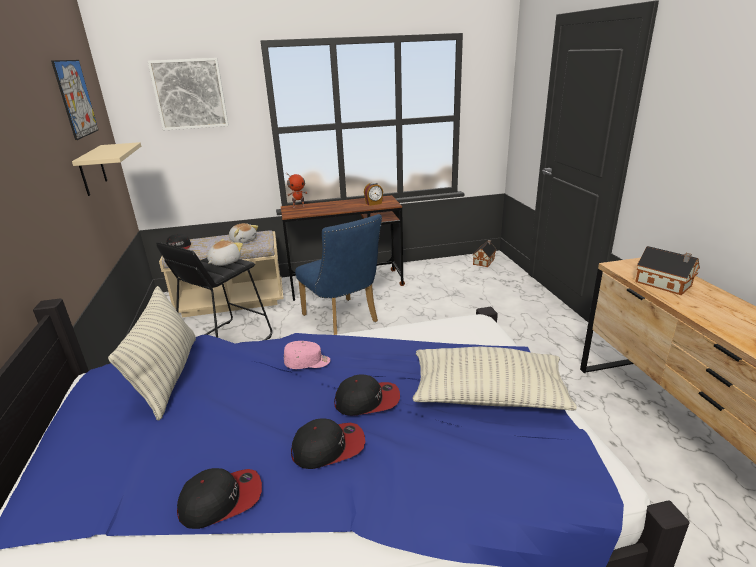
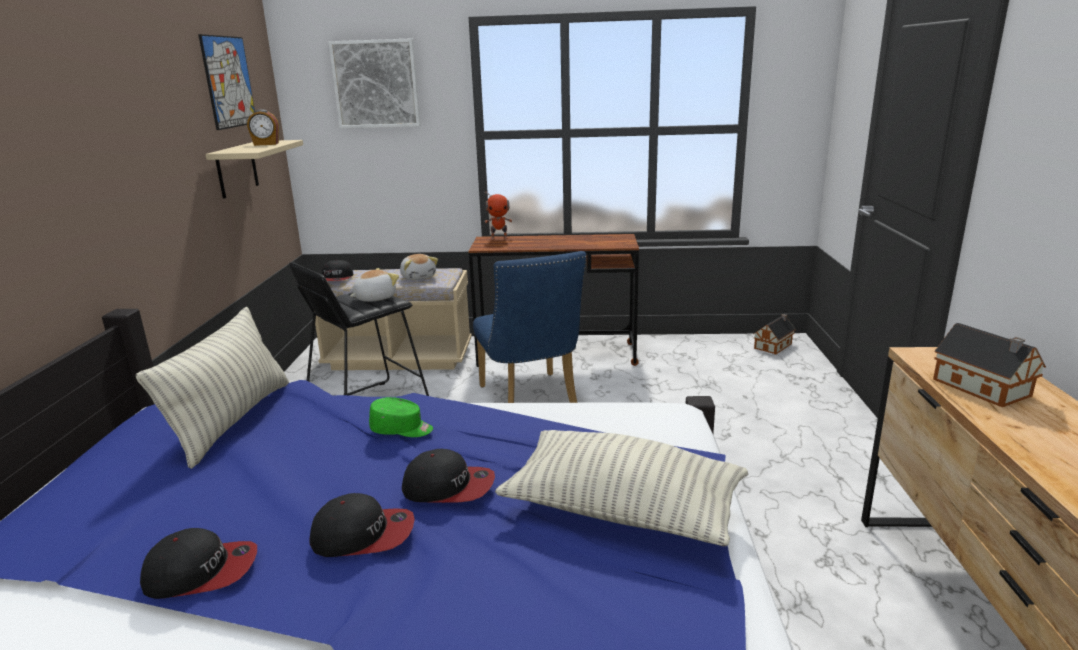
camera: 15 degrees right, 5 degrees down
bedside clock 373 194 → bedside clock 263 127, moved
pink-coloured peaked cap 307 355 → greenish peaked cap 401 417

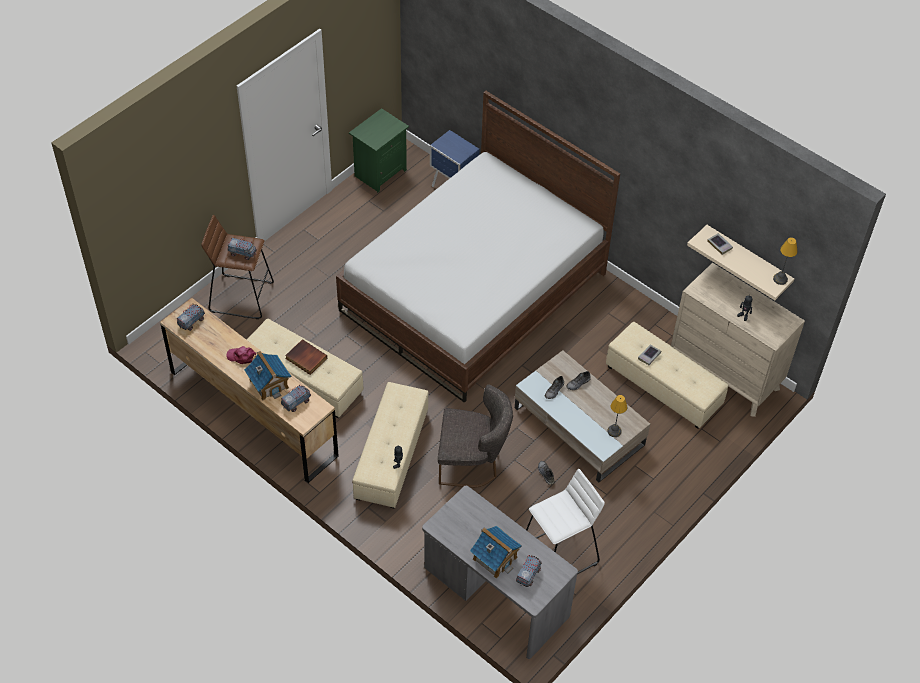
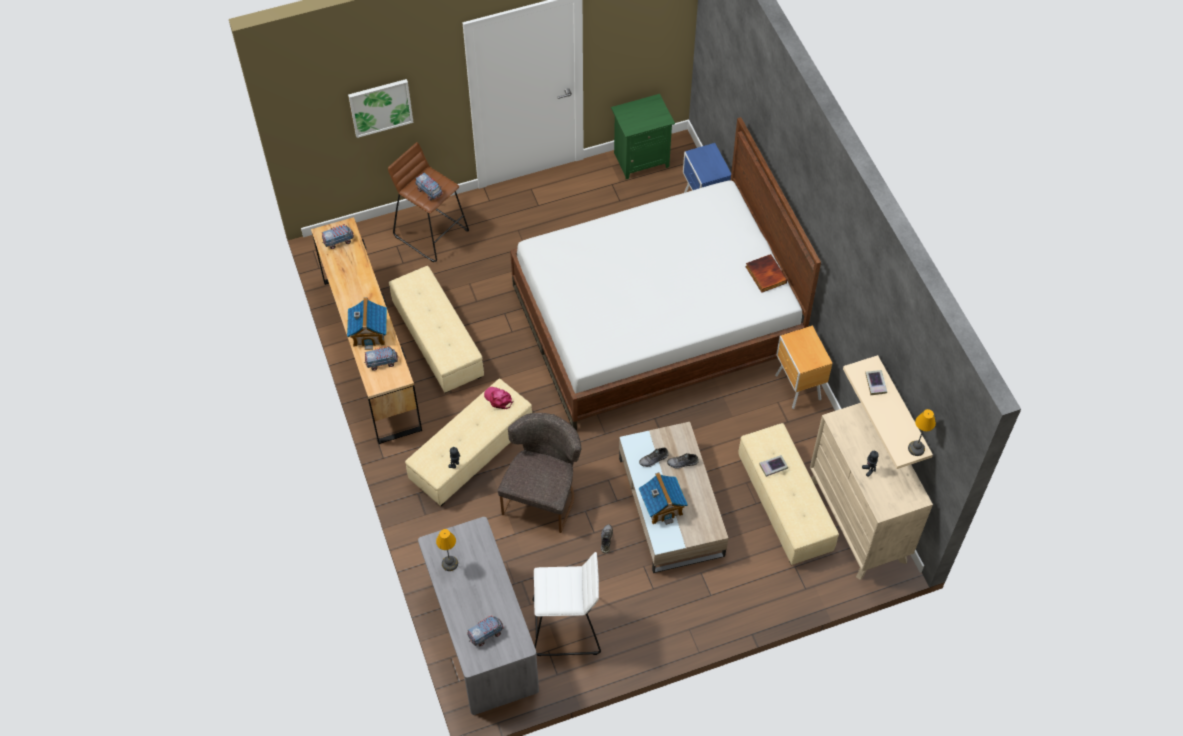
camera: 30 degrees right, 5 degrees up
book 306 357 → book 766 273, moved
pink-coloured peaked cap 241 355 → pink-coloured peaked cap 499 398, moved
gray plain chair 475 436 → gray plain chair 539 473, 105 degrees counterclockwise
lamp for a table 617 416 → lamp for a table 447 550, moved
toy house 496 552 → toy house 663 498, moved
- → wall art 381 108
- → brown-coloured night table 804 367

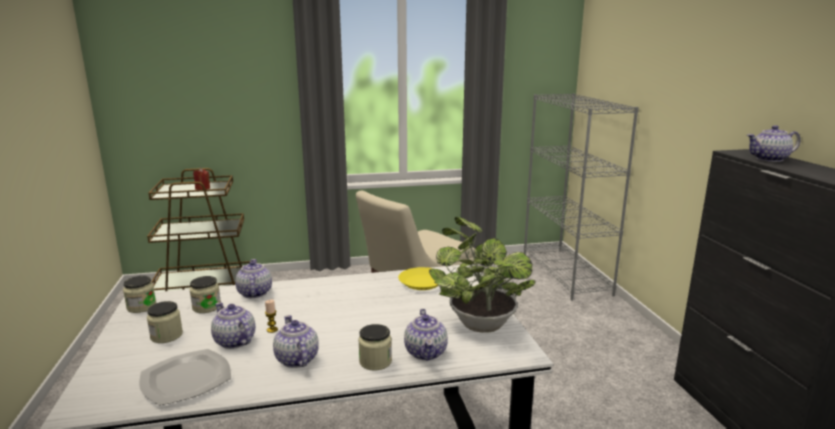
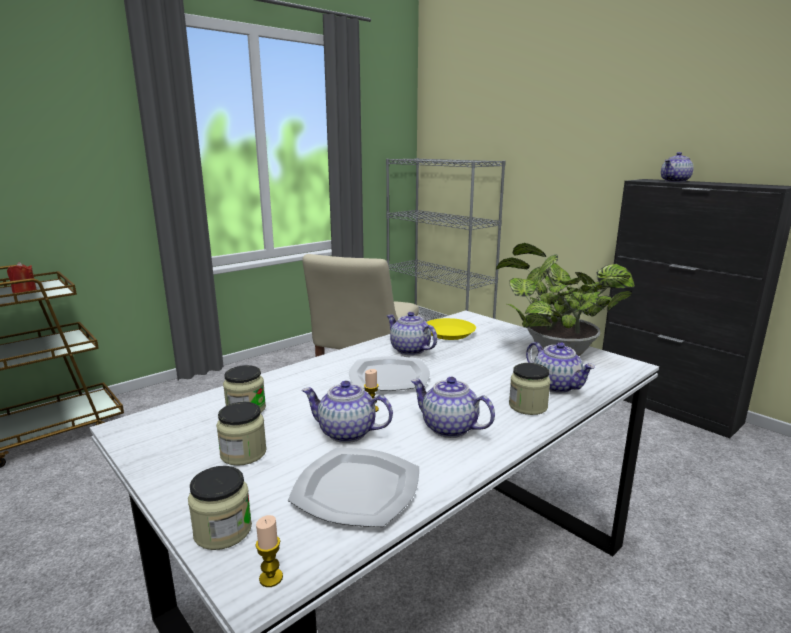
camera: 30 degrees left, 0 degrees up
teapot 253 278 → teapot 411 333, moved
preserve jar 139 294 → preserve jar 220 508, moved
- → flat dish 389 373
- → candle 269 551

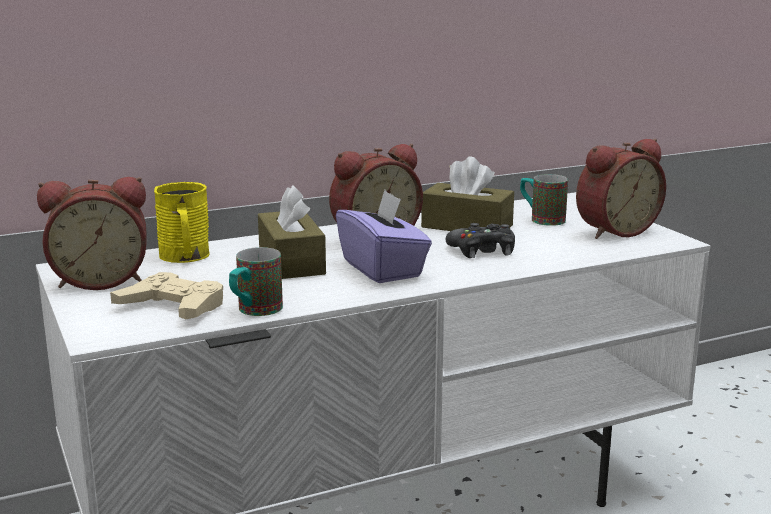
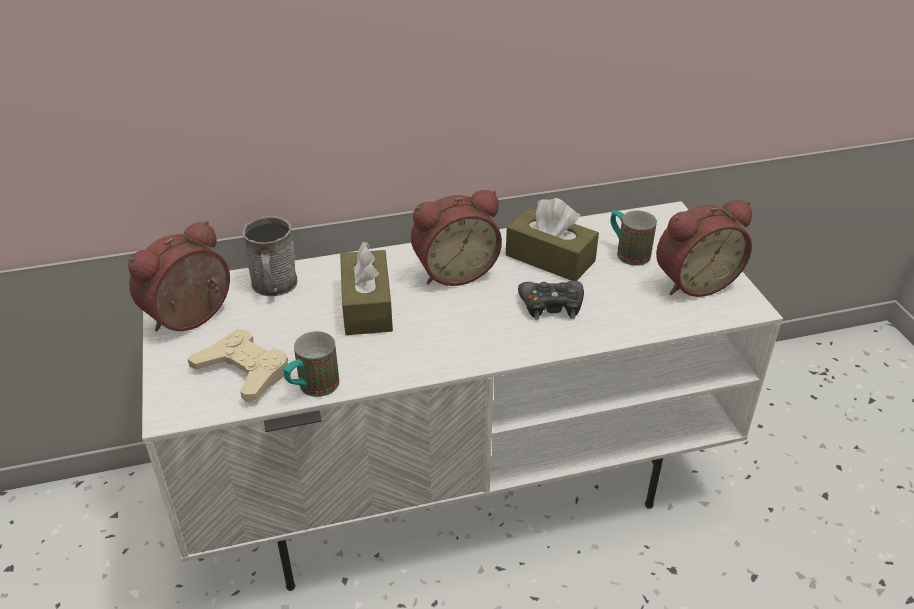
camera: 10 degrees right, 20 degrees up
bedside clock 91 233 → bedside clock 179 275, 135 degrees clockwise
yellow tea mug 182 222 → gray tea mug 269 256
purplish tissue box 384 236 → -

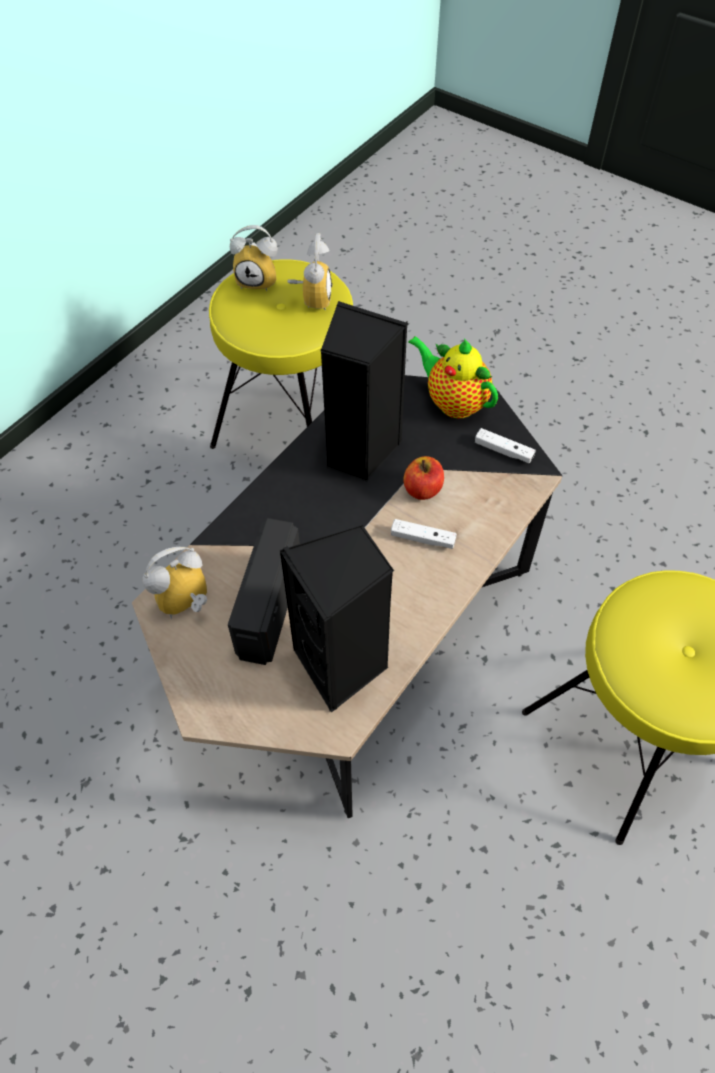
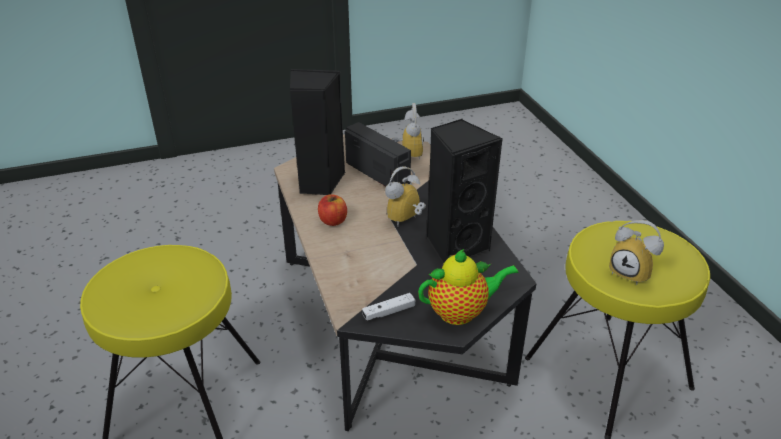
camera: 125 degrees right, 20 degrees down
bedside clock 254 258 → bedside clock 405 196, moved
apple fruit 423 478 → apple fruit 332 210, moved
white-coloured game controller 424 534 → -

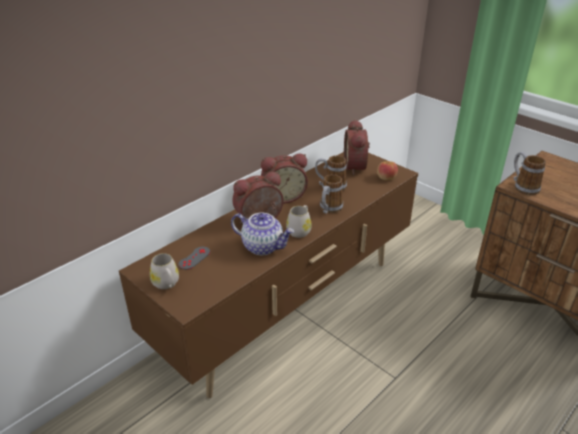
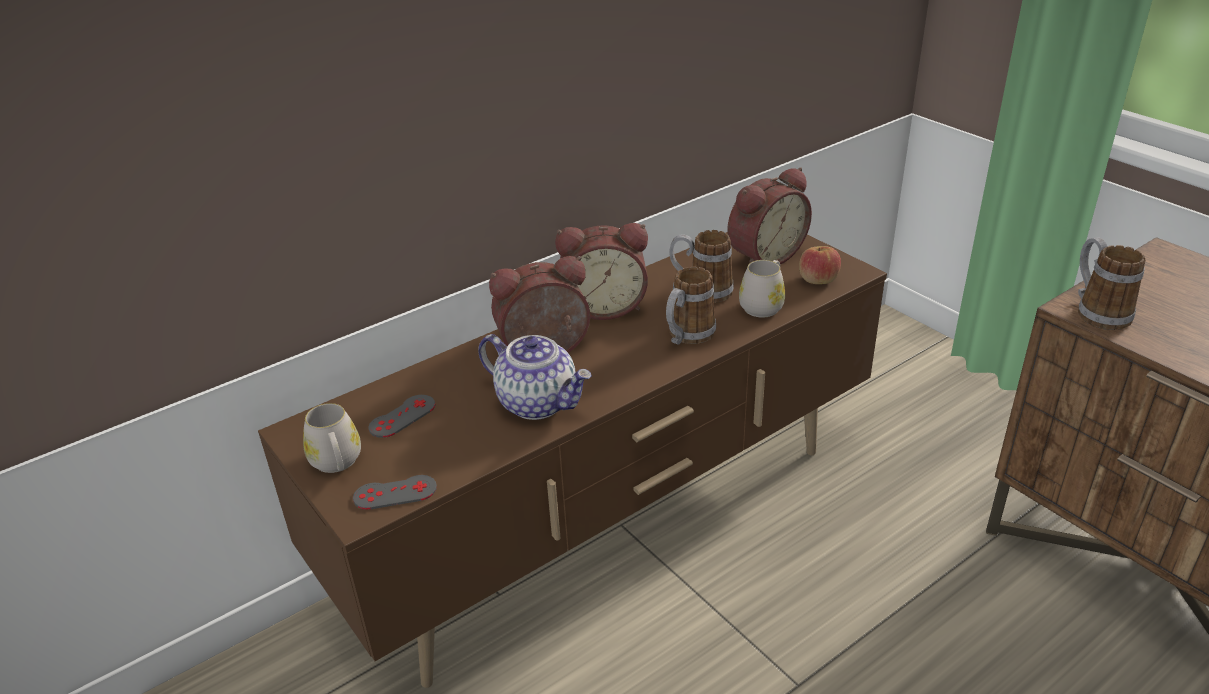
camera: 10 degrees right, 0 degrees up
bedside clock 357 147 → bedside clock 769 216, 135 degrees counterclockwise
white-coloured tea mug 299 221 → white-coloured tea mug 762 288, moved
- → gray game controller 395 492

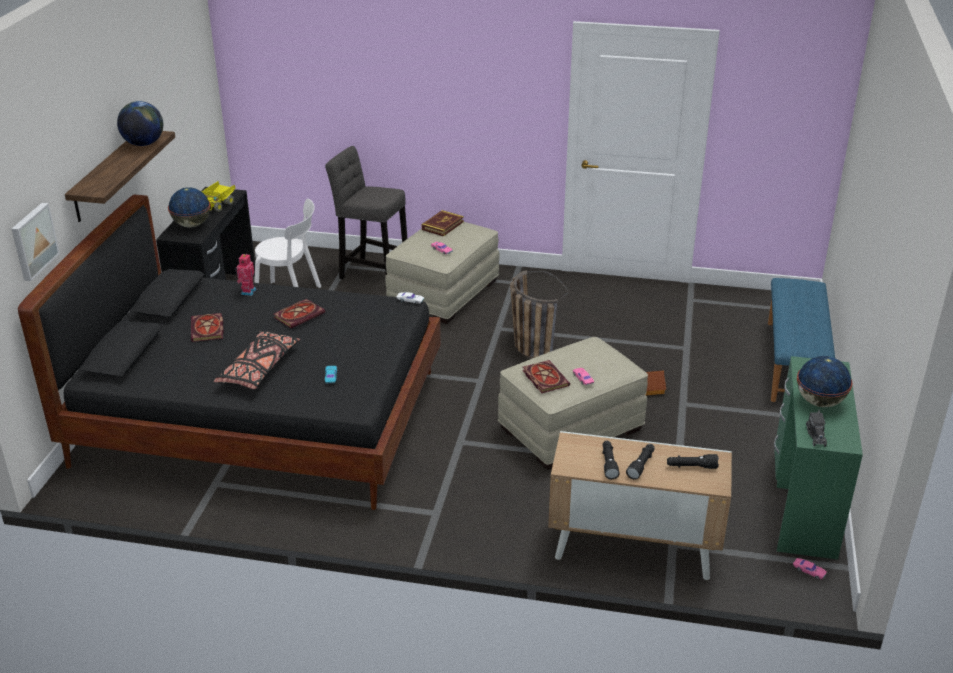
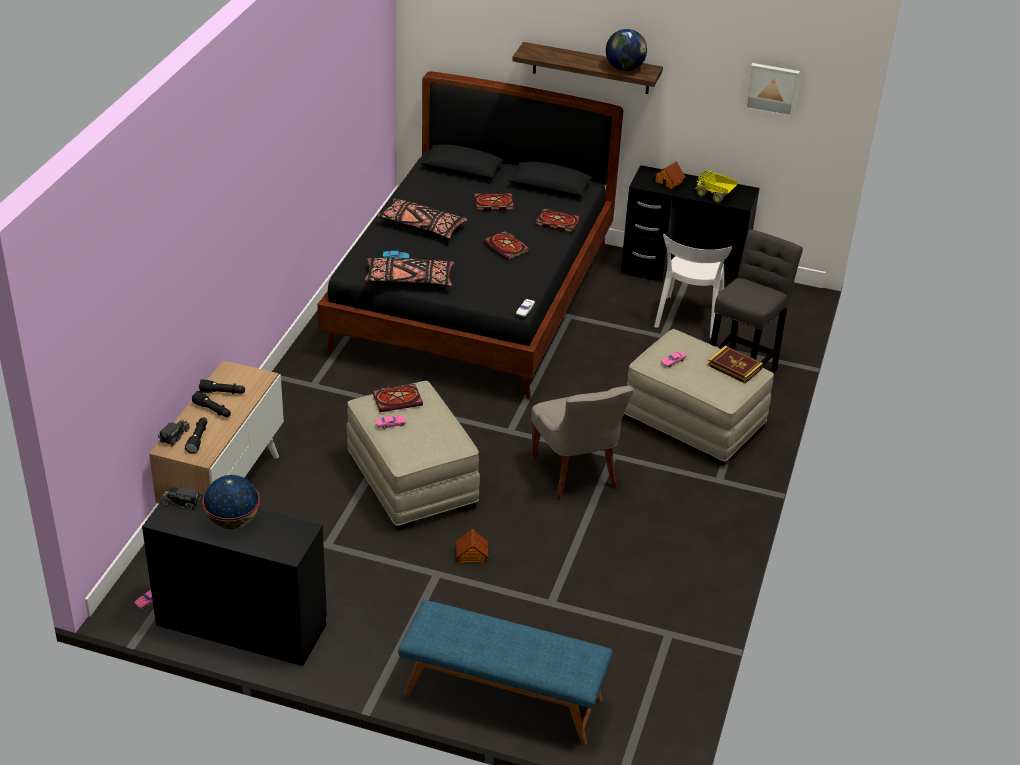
camera: 95 degrees right, 5 degrees up
desk globe 189 207 → toy house 669 175
wall art 36 242 → wall art 772 90, moved
model robot 246 275 → book 557 220
storage basket 539 314 → gray plain chair 582 443
greenish desk table 818 458 → black-coloured desk table 234 576
- → black-coloured throw pillow 409 271
- → toy lorry 174 433

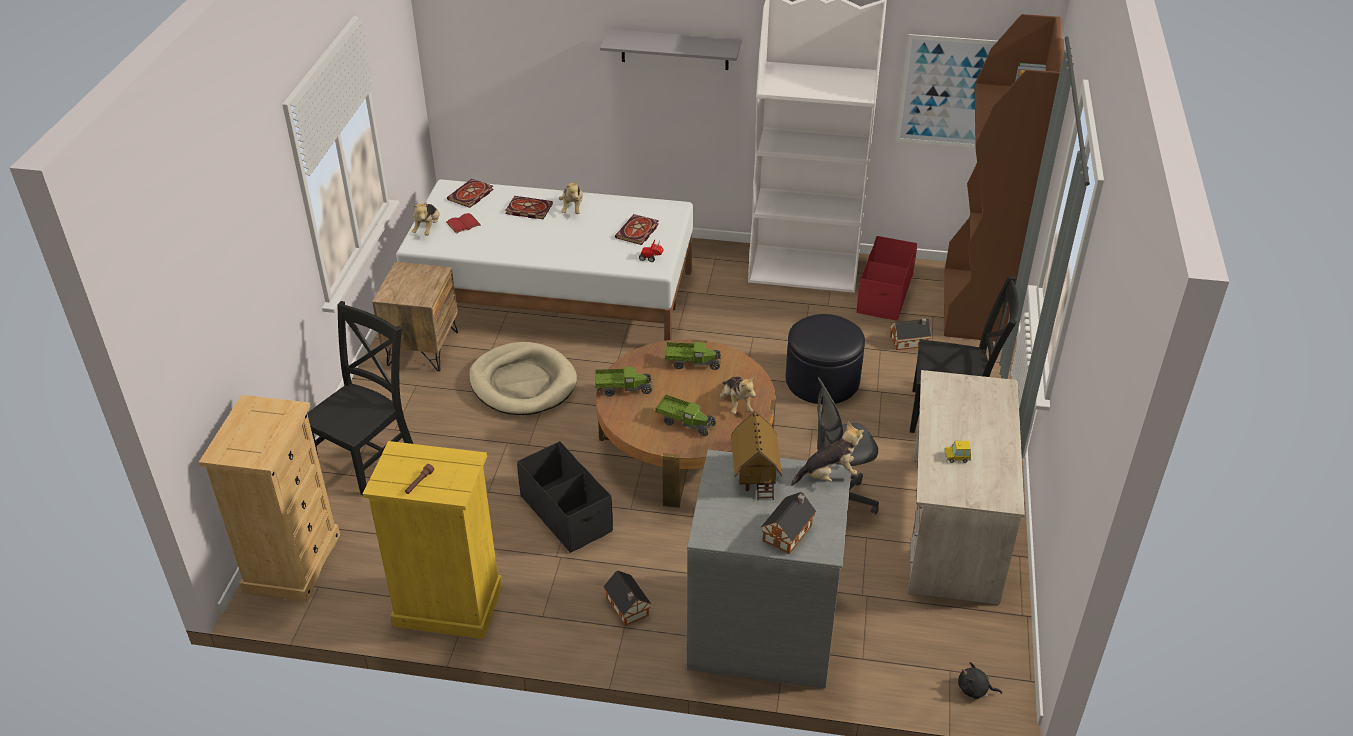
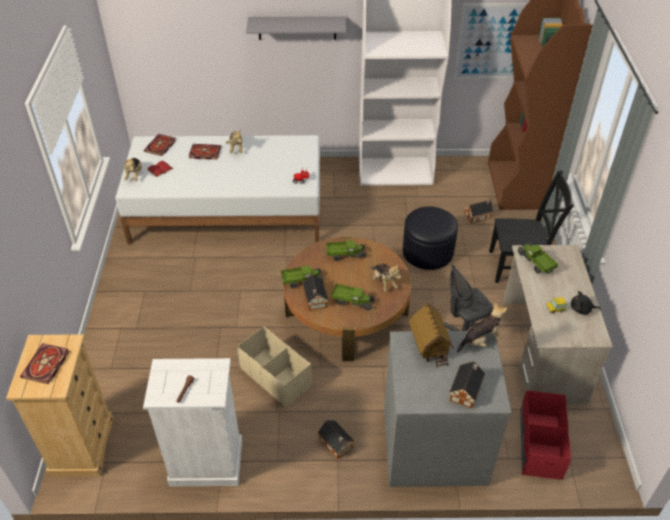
camera: 10 degrees left, 5 degrees up
book 637 229 → book 44 363, moved
red storage container 886 278 → red storage container 545 435, moved
brown-coloured night table 415 316 → -
black-coloured plain chair 360 398 → -
sand-coloured pet bed 523 378 → -
yellow drawer chest 432 540 → white-coloured drawer chest 192 422
black-coloured storage container 565 497 → sand-coloured storage container 274 366
black-coloured plush toy 980 680 → black-coloured plush toy 585 303, moved
- → toy lorry 537 259
- → toy house 315 292

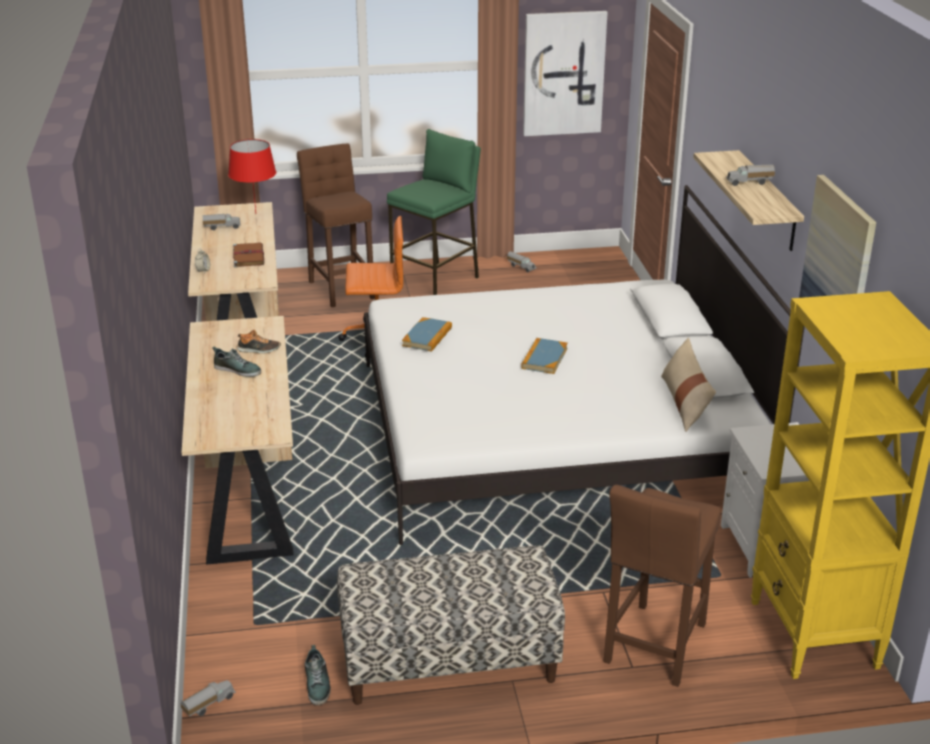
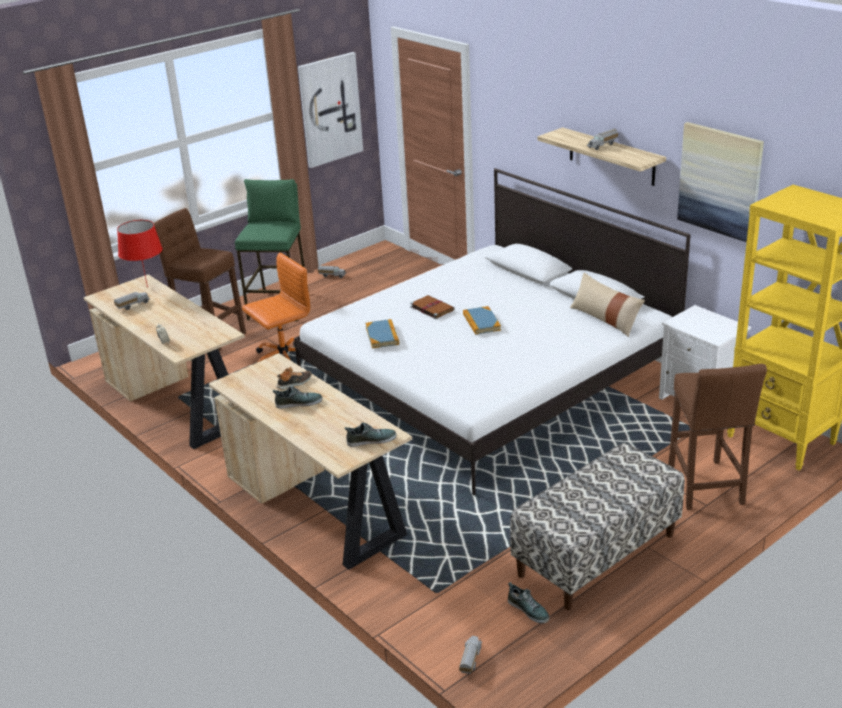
camera: 30 degrees left, 0 degrees up
brown-coloured book 248 255 → brown-coloured book 432 307, moved
- → item of footwear 370 435

